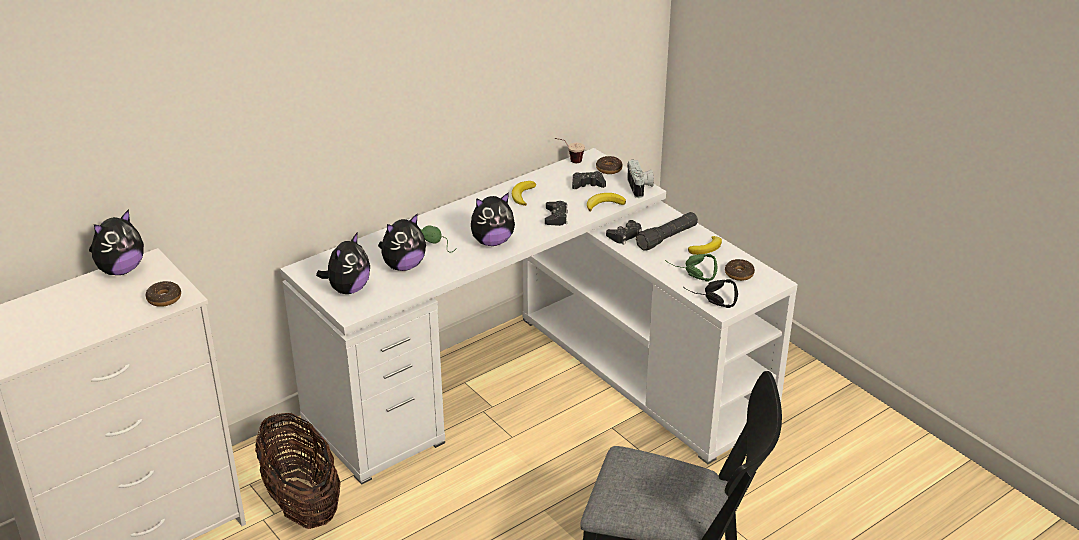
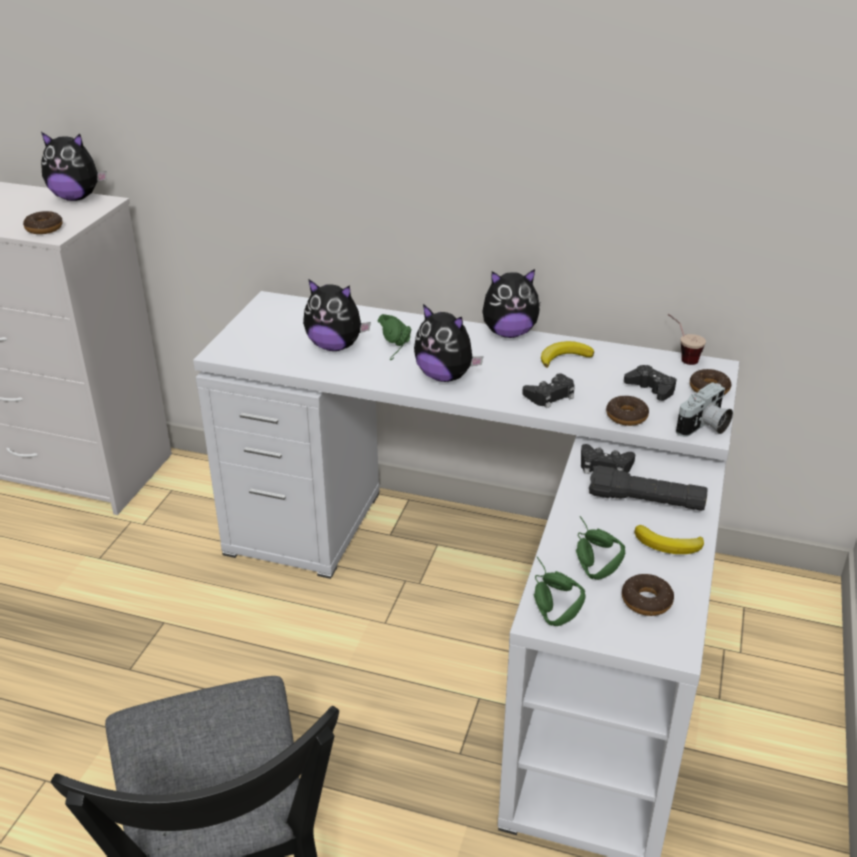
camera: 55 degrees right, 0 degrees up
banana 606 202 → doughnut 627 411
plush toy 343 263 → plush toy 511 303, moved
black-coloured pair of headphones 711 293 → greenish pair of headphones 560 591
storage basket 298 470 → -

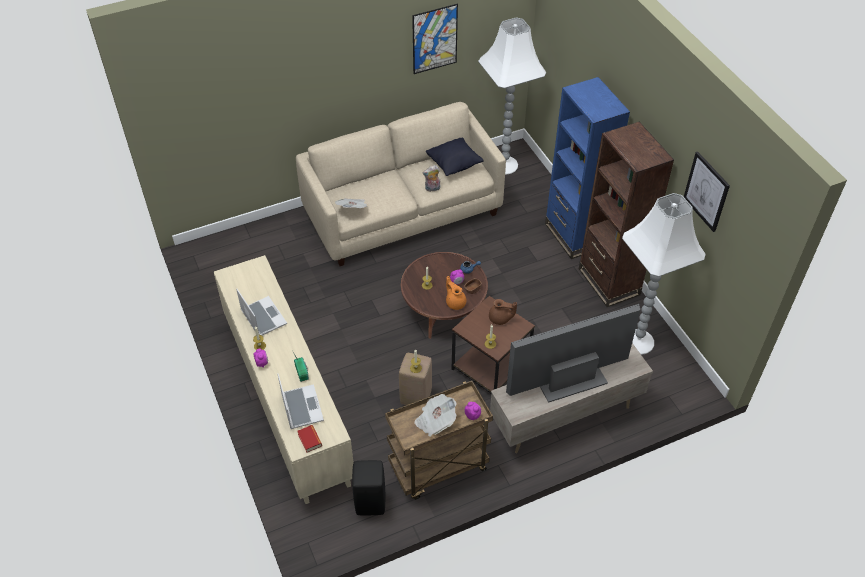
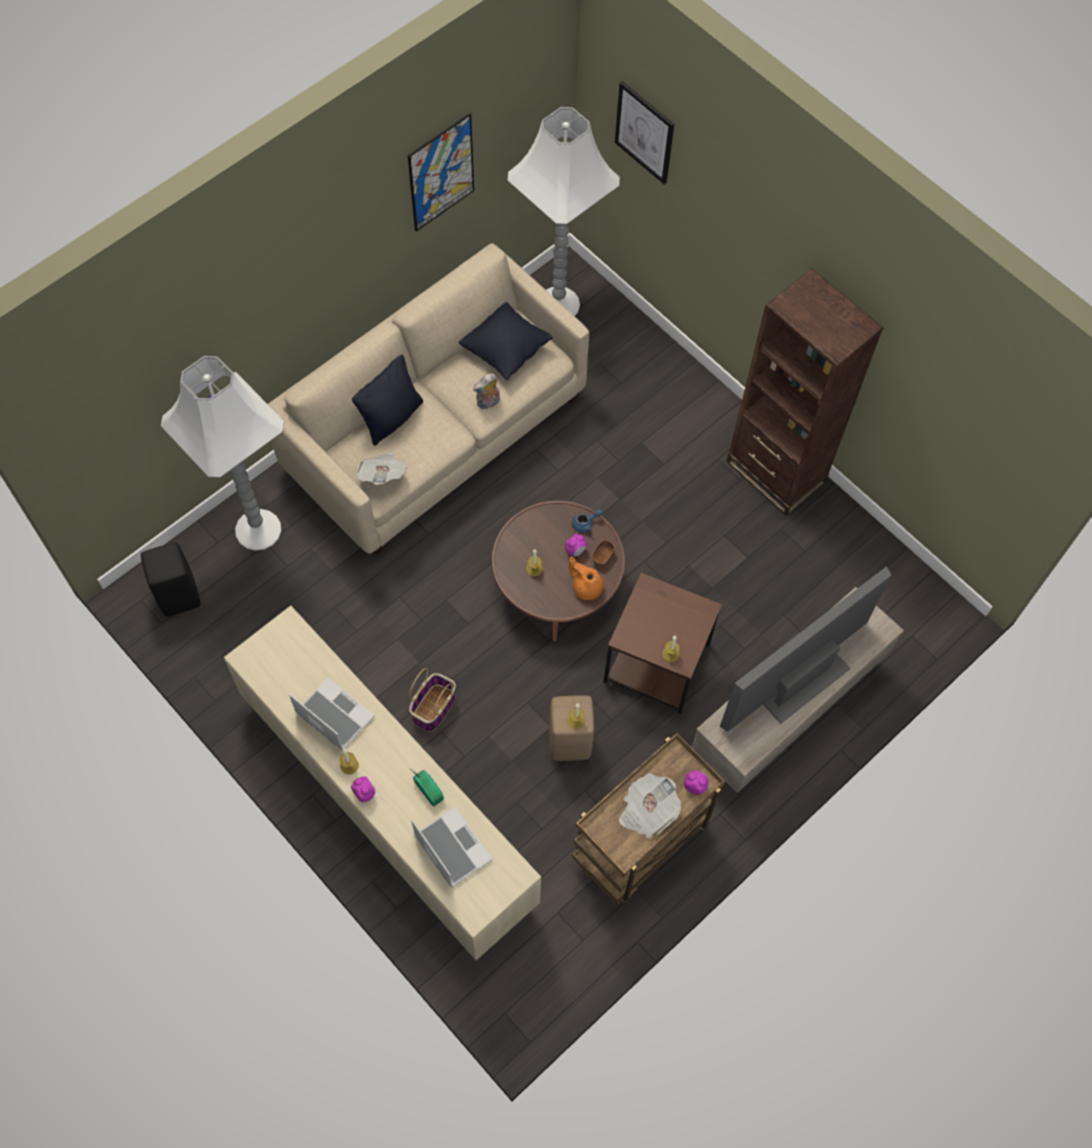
camera: 20 degrees left, 15 degrees up
blue-coloured shelving unit 587 168 → -
wall art 707 192 → wall art 644 133, moved
white-coloured standing lamp 664 274 → white-coloured standing lamp 222 453, moved
brown-coloured teapot 503 312 → -
book 309 438 → -
black-coloured sitting stool 368 487 → black-coloured sitting stool 171 579, moved
- → black-coloured throw pillow 387 400
- → storage basket 432 700

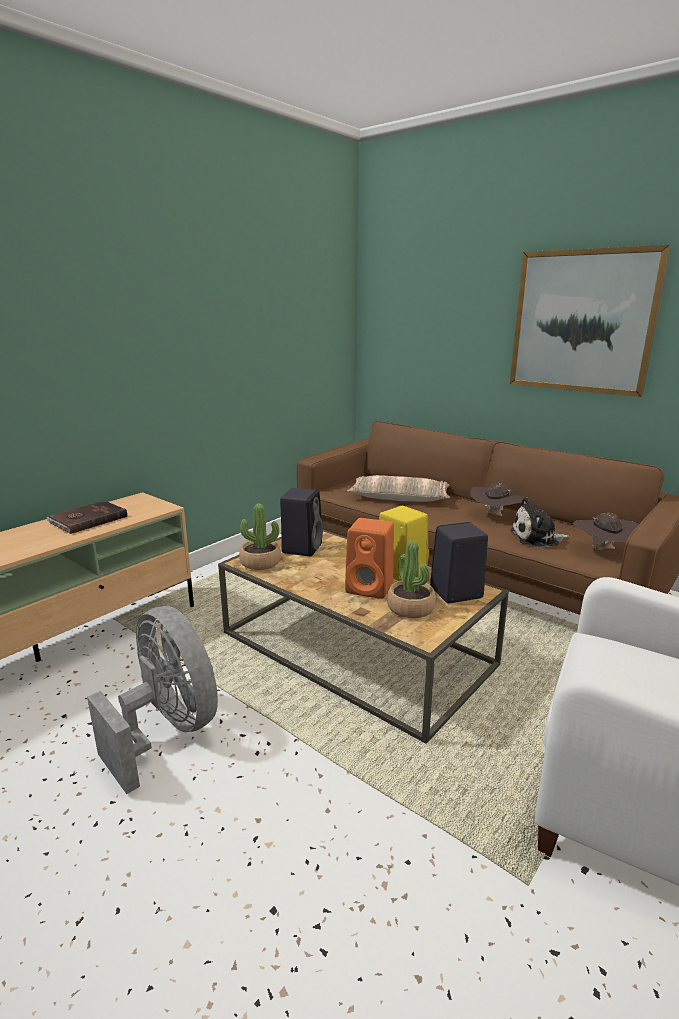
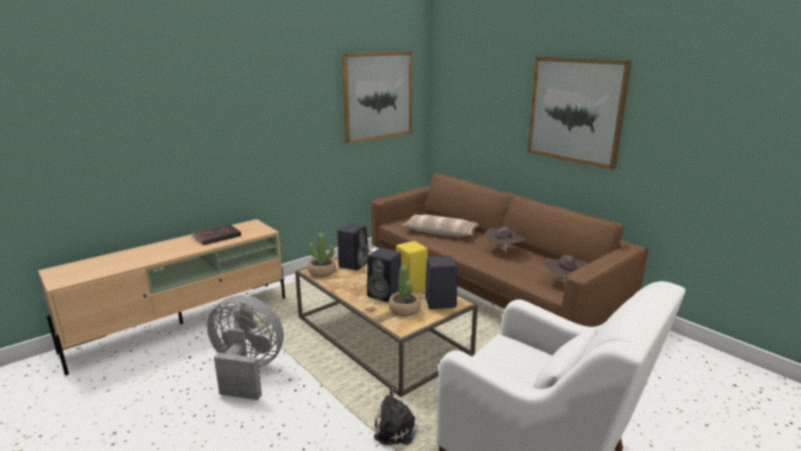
camera: 10 degrees right, 0 degrees up
plush toy 539 522 → plush toy 402 416, moved
orange audio speaker 369 558 → black-coloured audio speaker 384 275
gray cooling fan 152 700 → gray cooling fan 245 347, 45 degrees counterclockwise
- → wall art 377 97

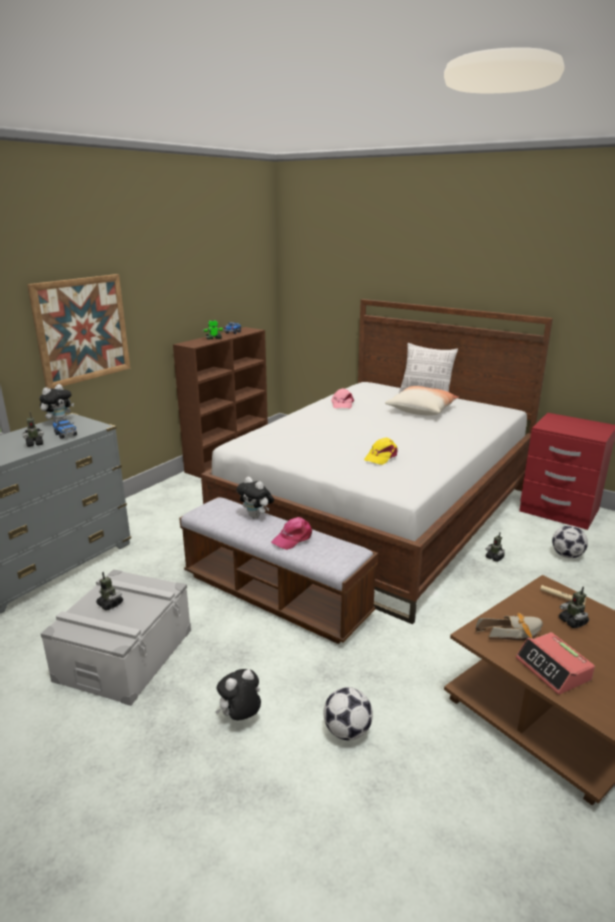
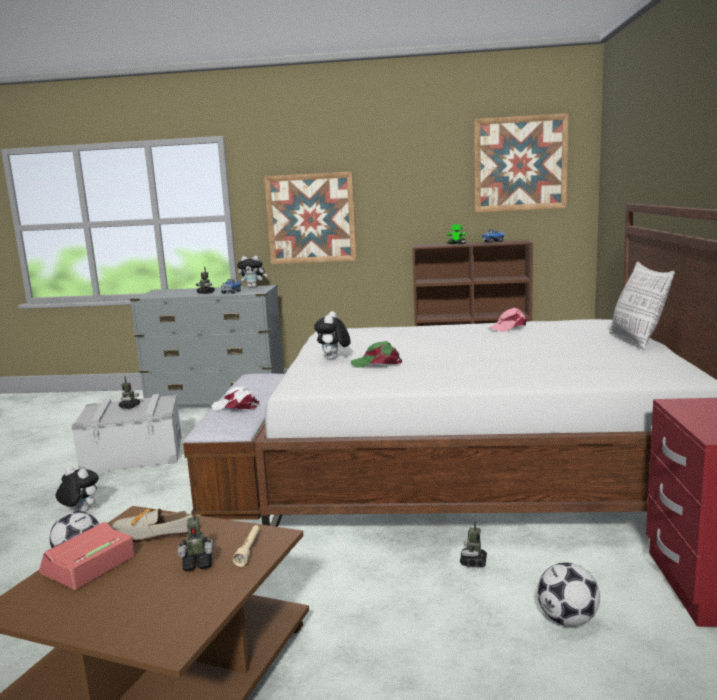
camera: 60 degrees right, 10 degrees down
throw pillow 422 401 → -
yellow peaked cap 381 451 → greenish peaked cap 376 354
plush toy 255 498 → plush toy 332 335, moved
pink-coloured peaked cap 291 533 → white-coloured peaked cap 235 398
model robot 574 607 → model robot 195 539, 135 degrees counterclockwise
item of footwear 509 626 → item of footwear 152 525, 135 degrees clockwise
- → wall art 521 162

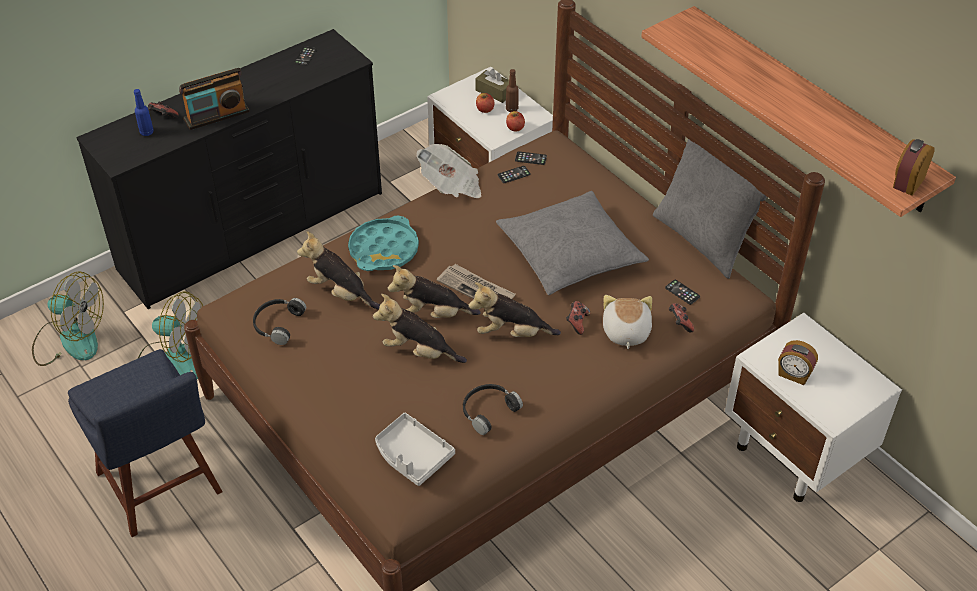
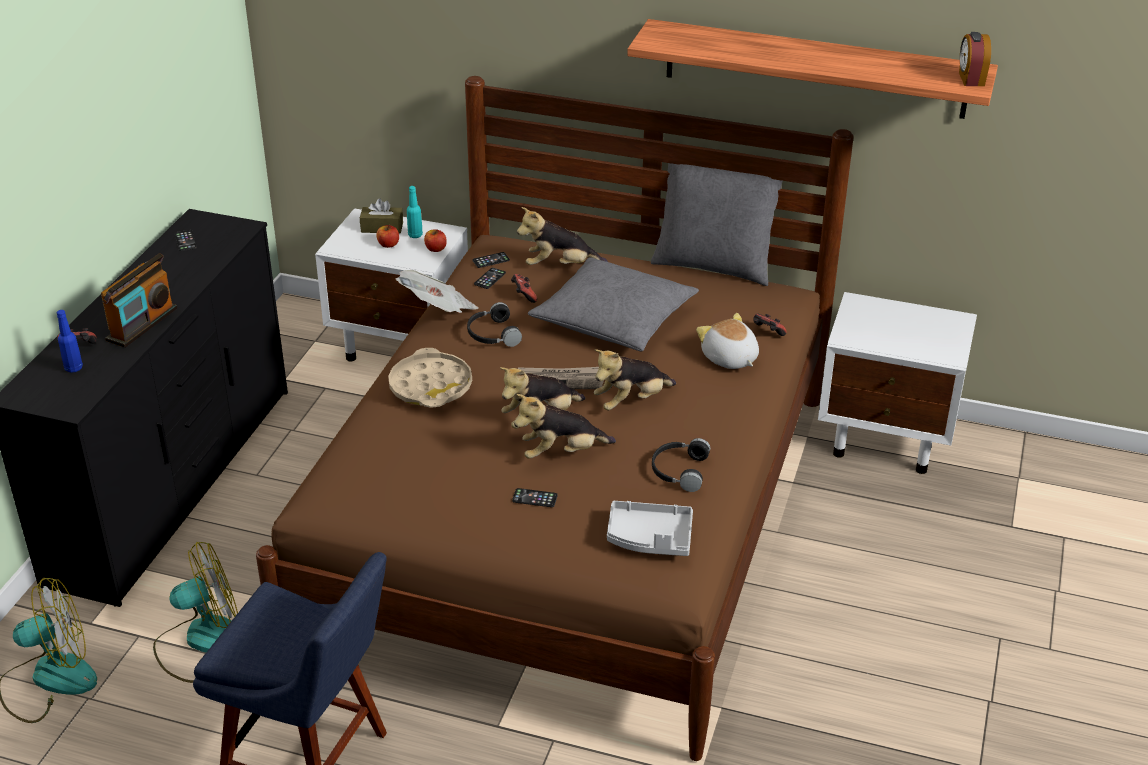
camera: 35 degrees left, 10 degrees down
brown-coloured drink bottle 512 90 → blue-green drink bottle 415 212
blue-green carrying tray 383 243 → sand-coloured carrying tray 430 378
plush toy 338 270 → plush toy 562 236, moved
telephone 682 292 → telephone 535 497, moved
black-coloured pair of headphones 279 321 → black-coloured pair of headphones 494 324, moved
game controller 578 318 → game controller 524 288, moved
bedside clock 798 362 → -

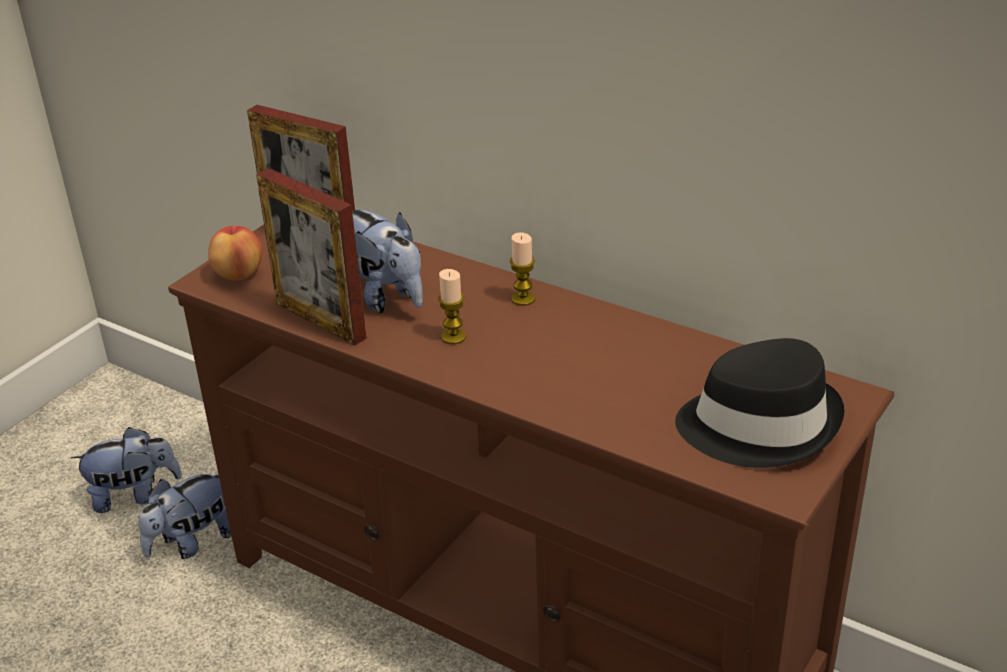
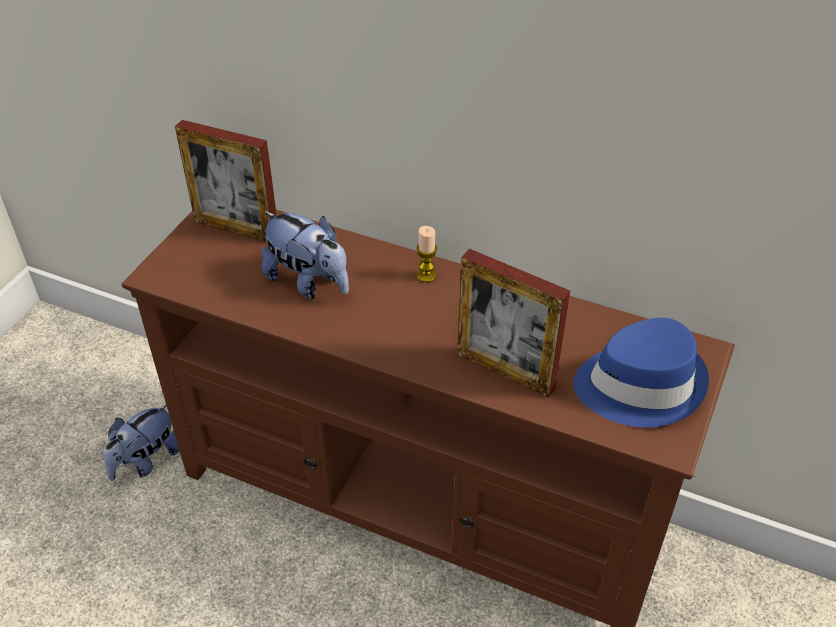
camera: 10 degrees left, 10 degrees up
picture frame 311 257 → picture frame 513 323, moved
apple fruit 235 252 → -
candle 452 306 → -
black-coloured hat 759 403 → blue-coloured hat 641 372
plush toy 126 470 → -

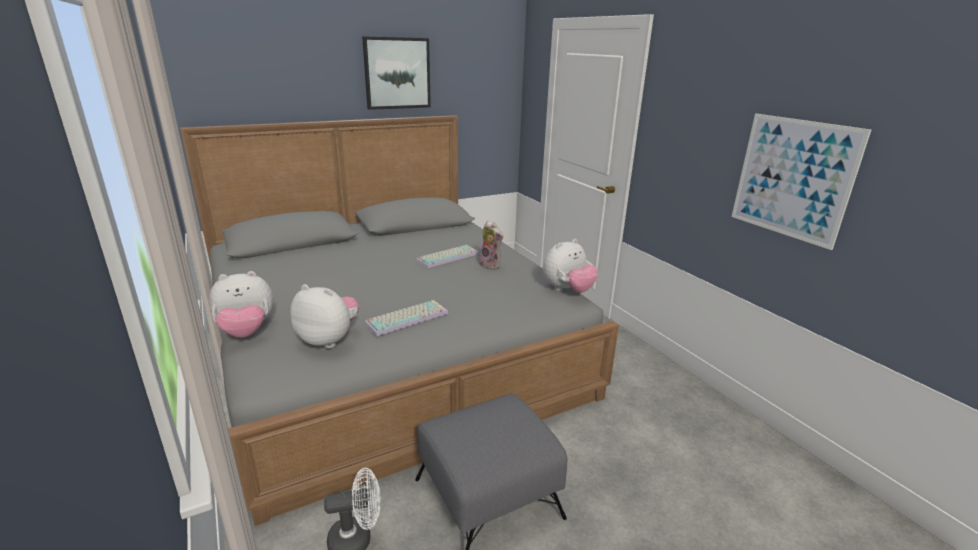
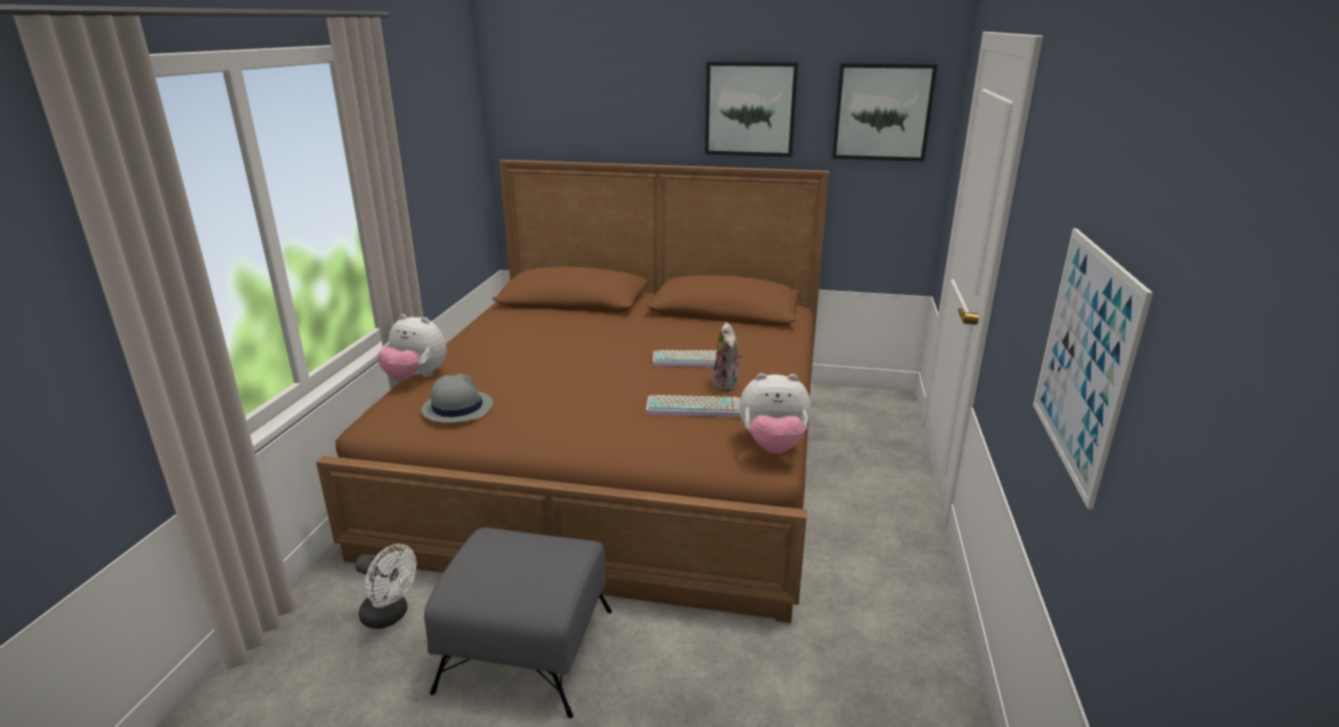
camera: 40 degrees right, 0 degrees up
gray bed 399 320 → brown-coloured bed 572 391
plush toy 324 316 → gray hat 457 398
computer keyboard 406 318 → computer keyboard 693 406, moved
- → wall art 885 112

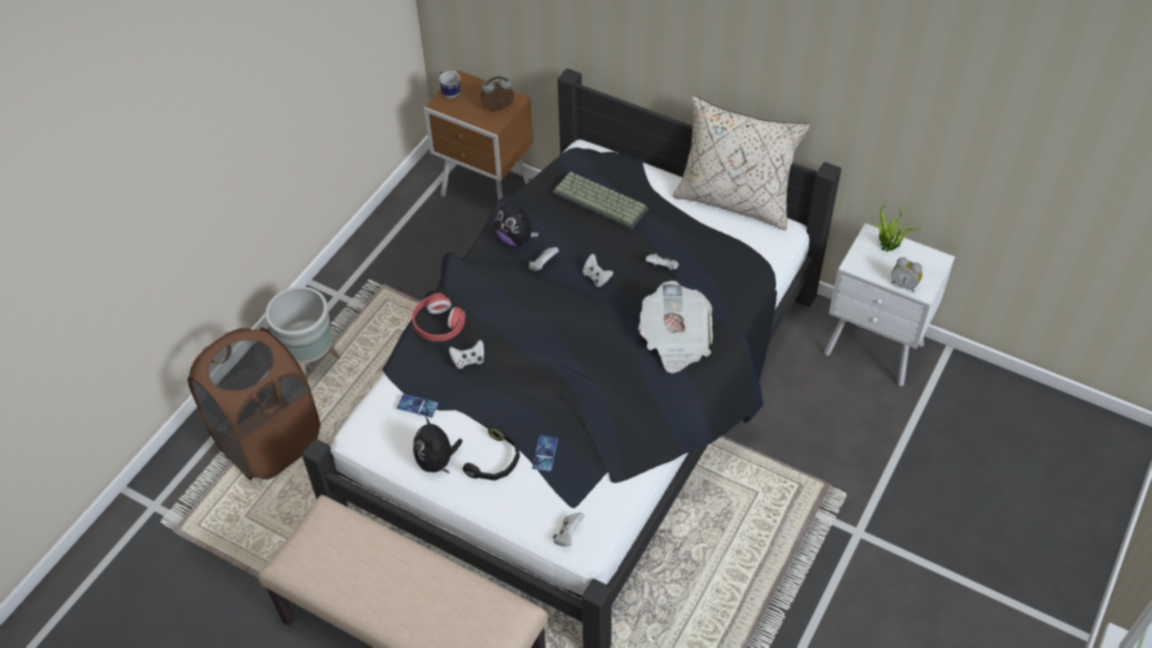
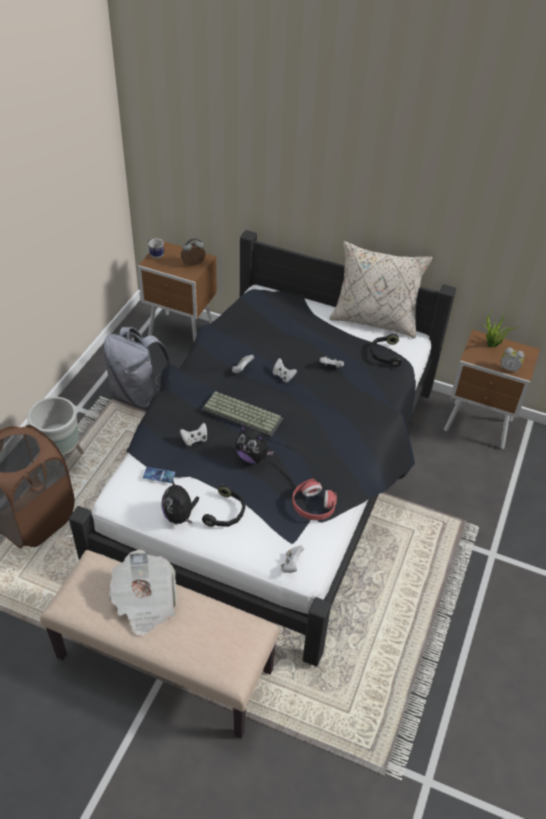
camera: 10 degrees left, 5 degrees down
computer keyboard 600 201 → computer keyboard 242 414, moved
plush toy 517 223 → plush toy 255 444, moved
white-coloured night table 889 304 → brown-coloured night table 492 389
newspaper 675 327 → newspaper 143 593, moved
red pair of headphones 438 317 → red pair of headphones 314 499, moved
telephone 545 453 → -
- → gray knapsack 137 367
- → black-coloured pair of headphones 386 350

